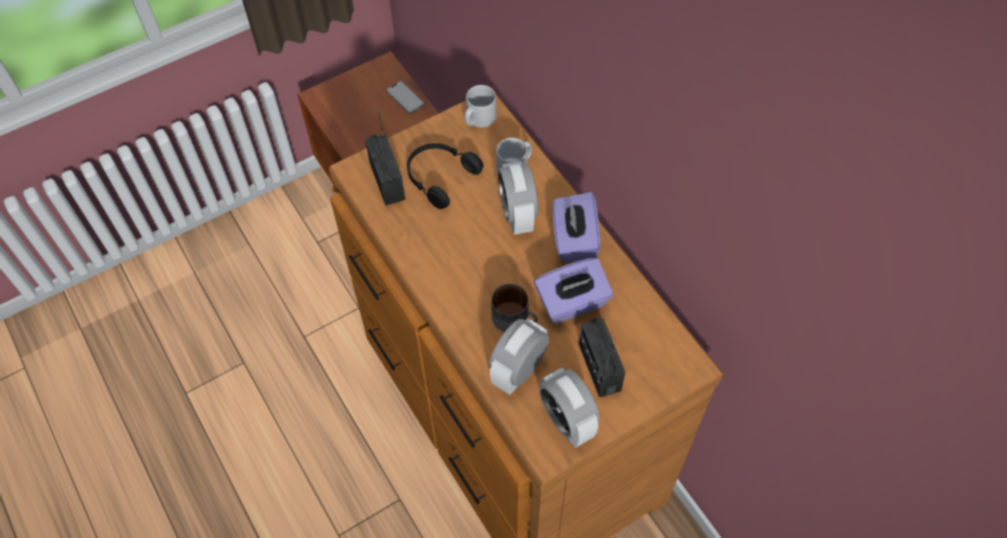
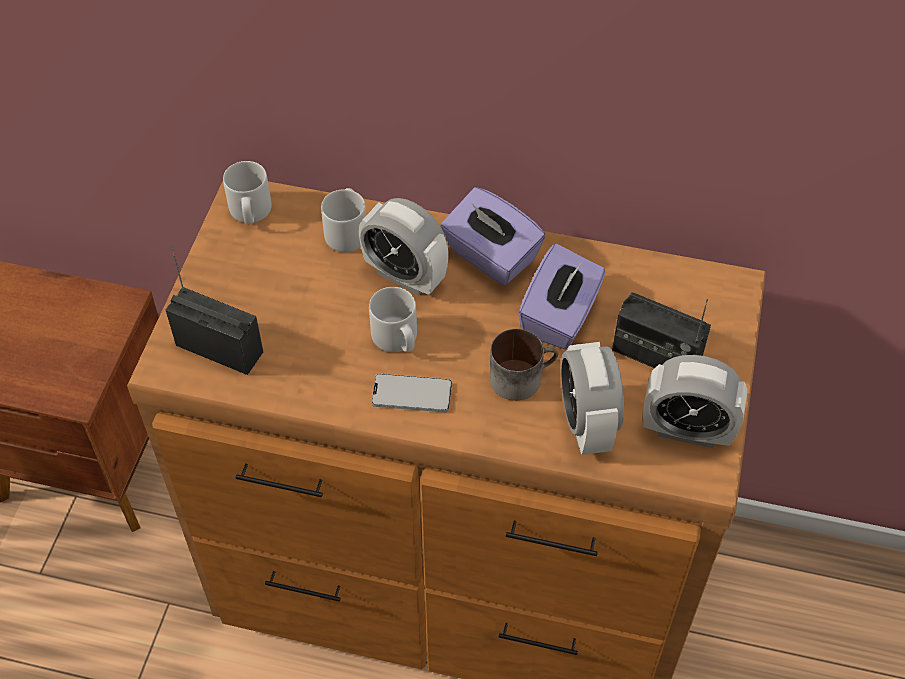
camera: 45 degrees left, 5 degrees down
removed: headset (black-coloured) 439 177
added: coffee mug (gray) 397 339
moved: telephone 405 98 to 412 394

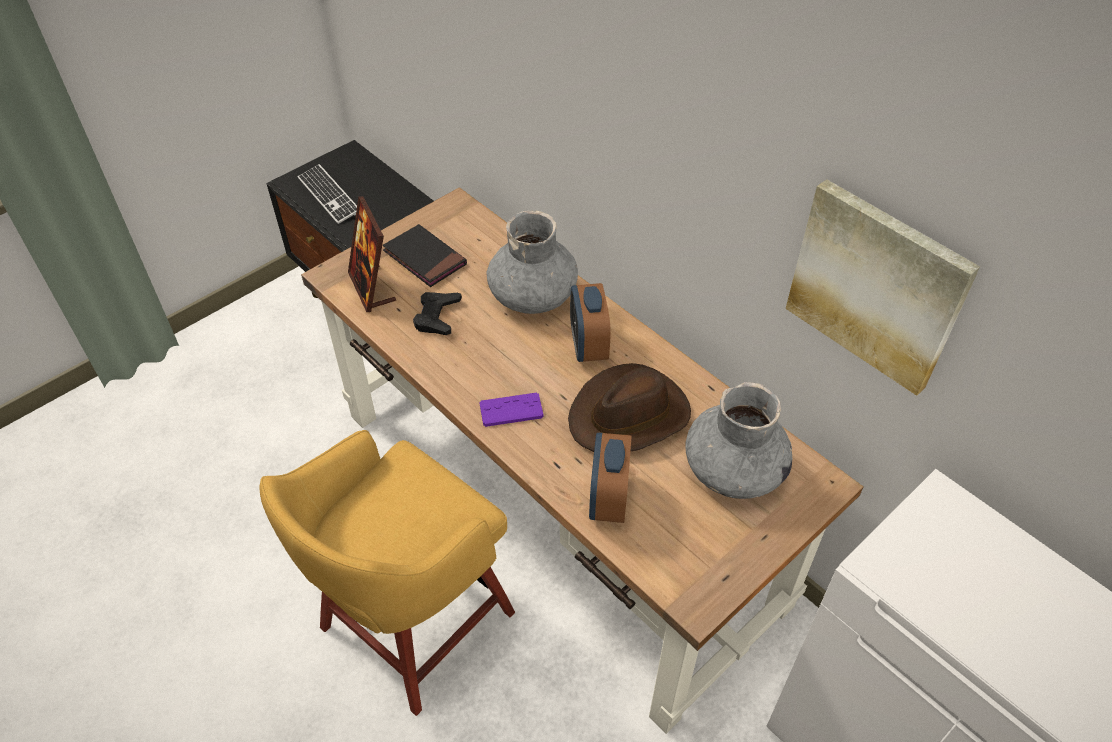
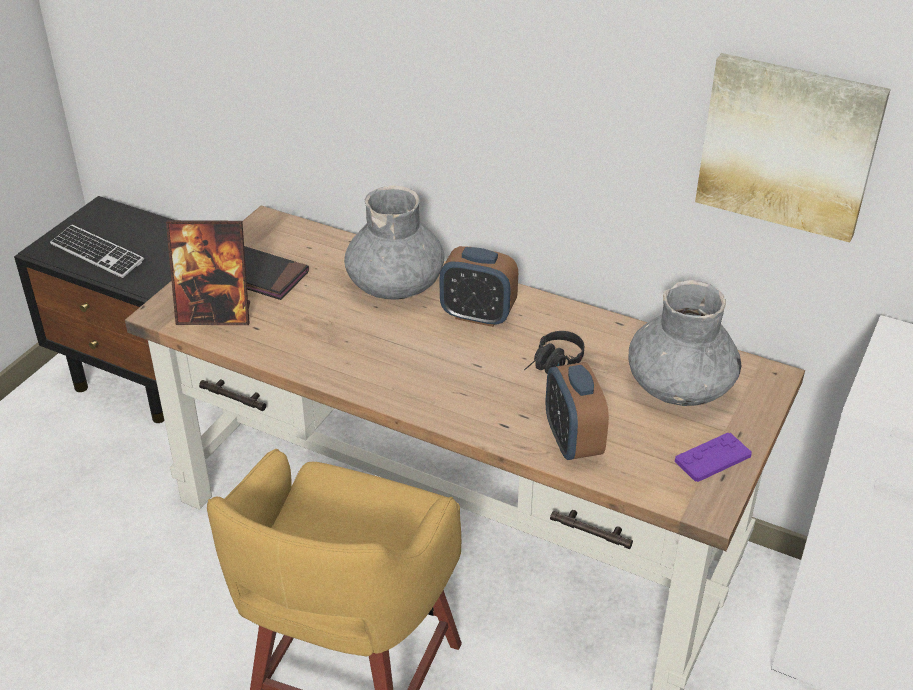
camera: 20 degrees left, 10 degrees down
removed: game controller (black-coloured) 437 316
moved: game controller (purple) 511 410 to 712 458
replaced: clothing hat (brownish) 629 415 to headset (black-coloured) 553 365
turned: photo frame 372 288 = 215 315 45 degrees counterclockwise; alarm clock 588 345 = 478 315 45 degrees counterclockwise

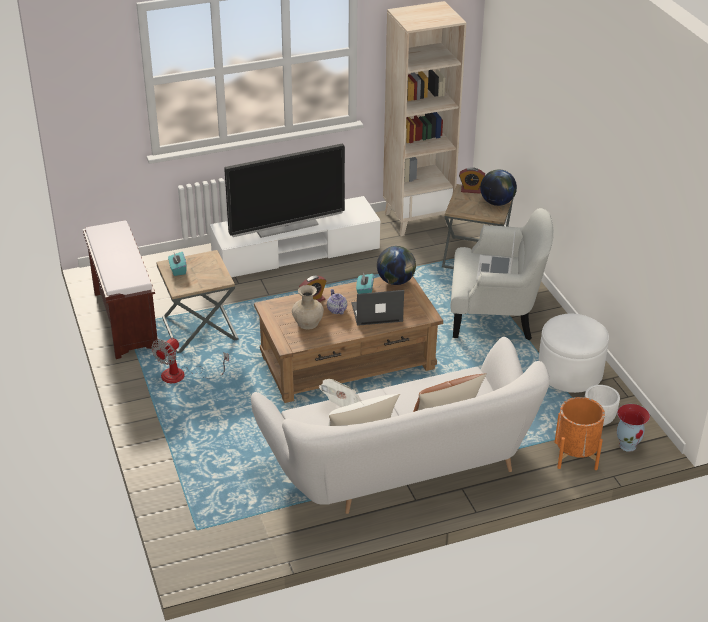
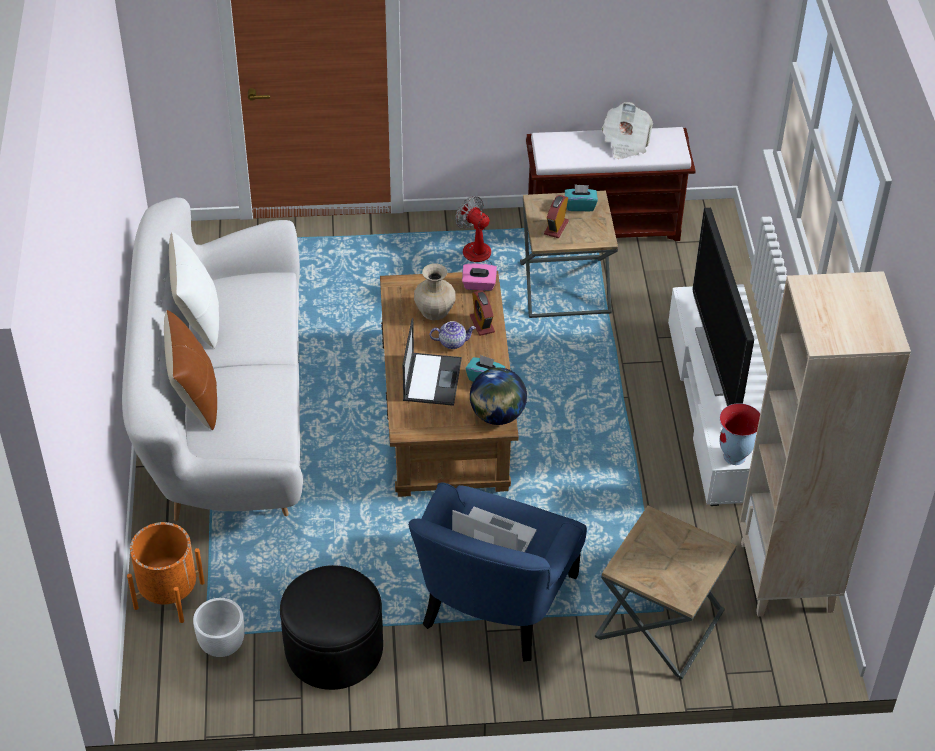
camera: 105 degrees right, 10 degrees up
removed: world globe 497 202
added: tissue box (pink-coloured) 479 285
moved: alarm clock 471 190 to 556 228; daily paper 343 405 to 625 143; vase 628 445 to 735 457
recoloured: ottoman (white-coloured) 570 372 to ottoman (black-coloured) 333 649; easy chair (white-coloured) 496 315 to easy chair (blue) 495 602

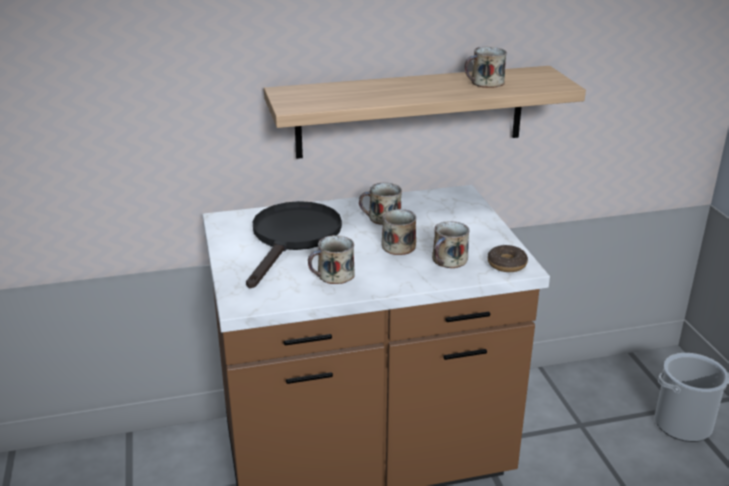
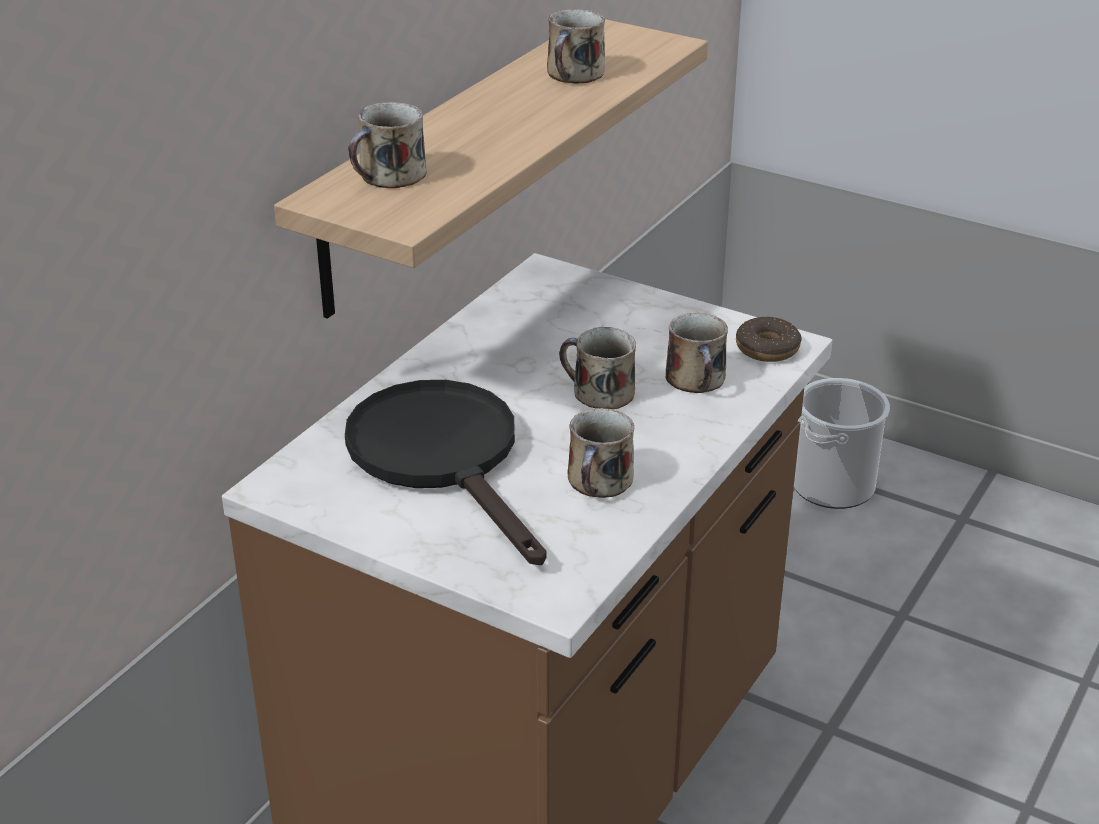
camera: 45 degrees left, 5 degrees up
moved: coffee mug 382 218 to 390 176

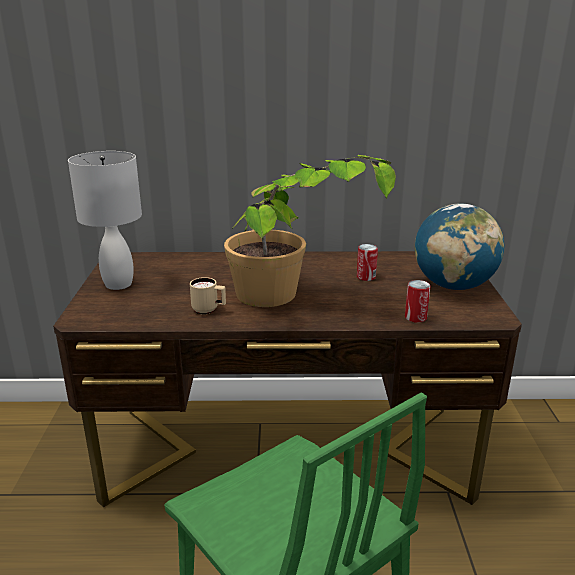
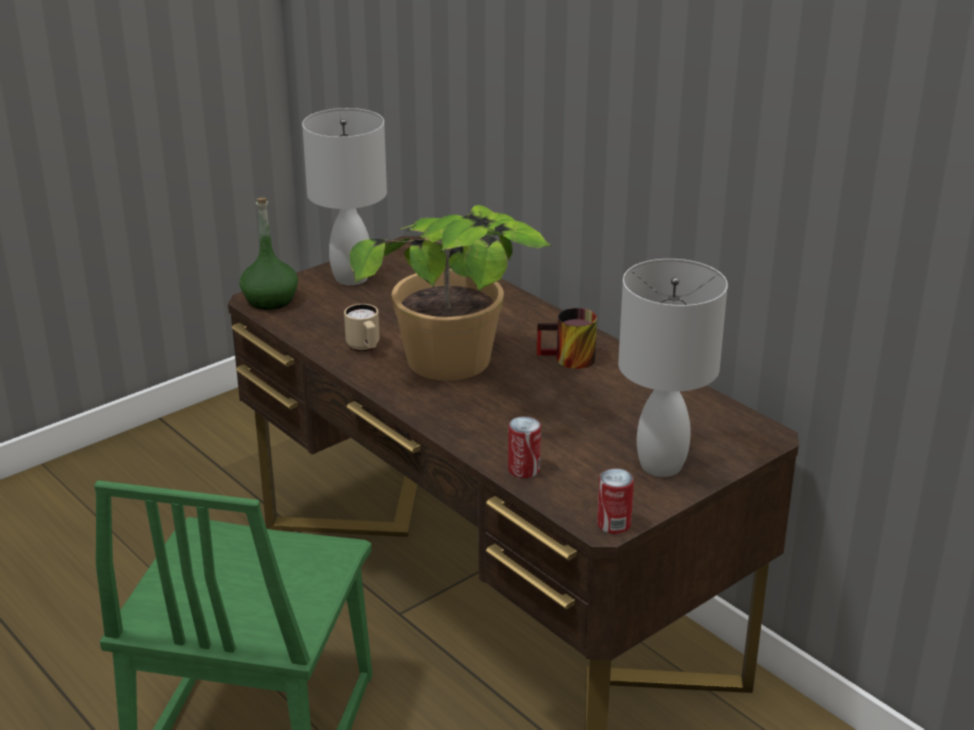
camera: 50 degrees right, 5 degrees up
added: drink bottle (green) 270 300; coffee mug 568 360
moved: can 366 277 to 614 524
replaced: world globe 453 286 to table lamp (white-coloured) 660 466

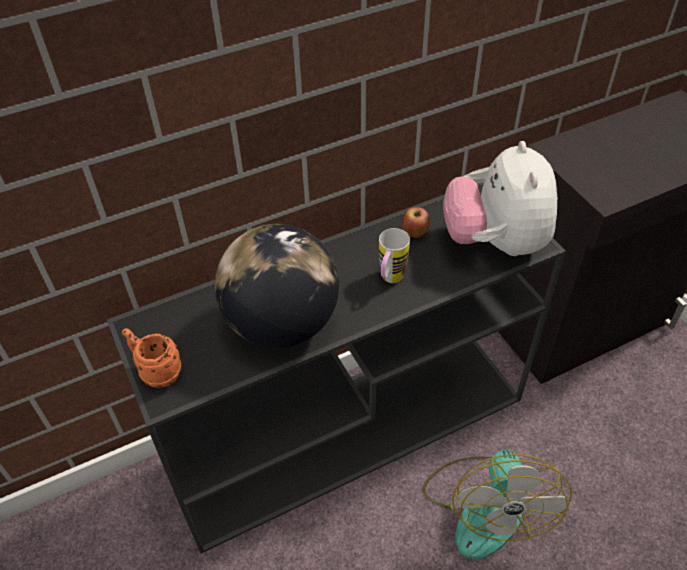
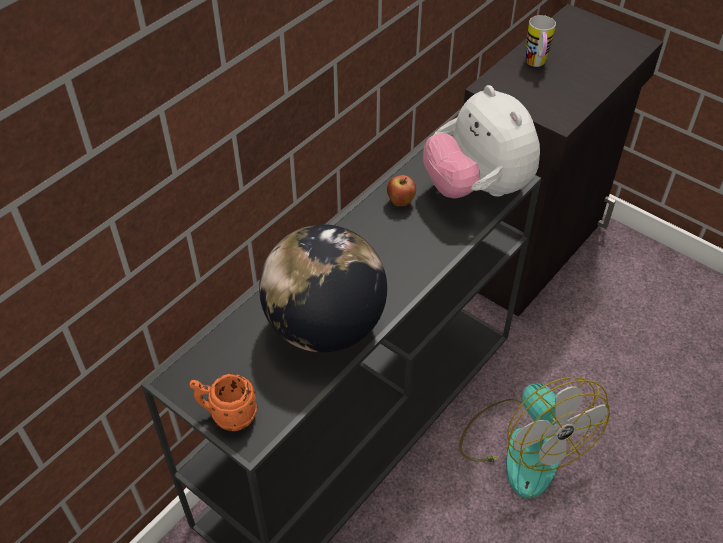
camera: 25 degrees left, 0 degrees up
moved: coffee mug 389 280 to 536 65

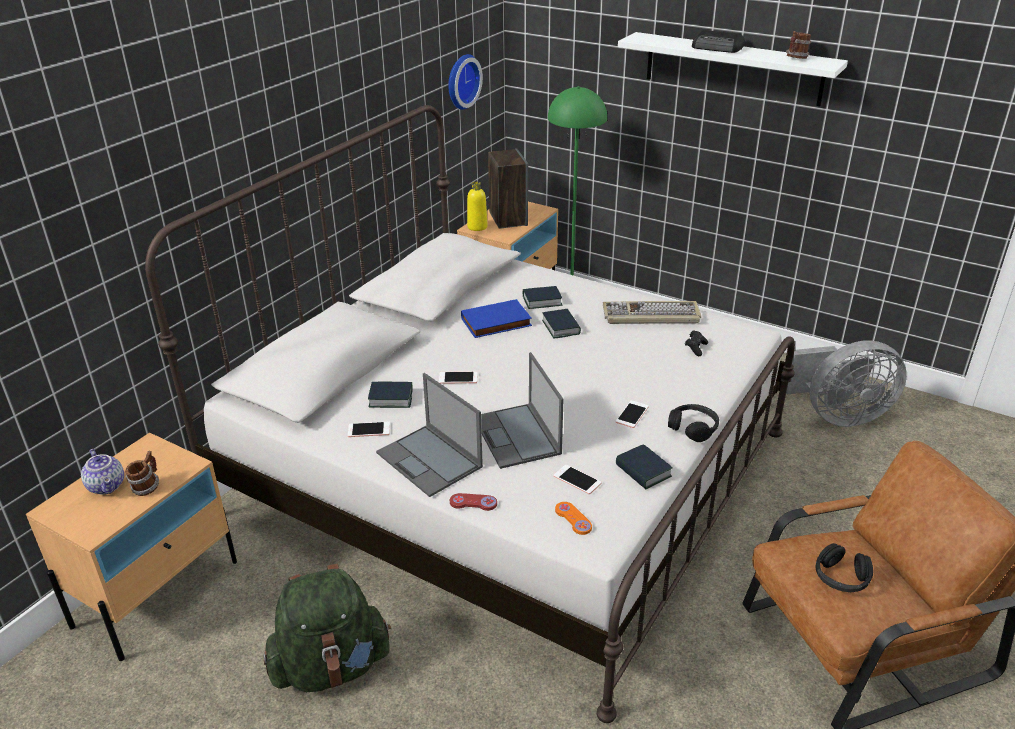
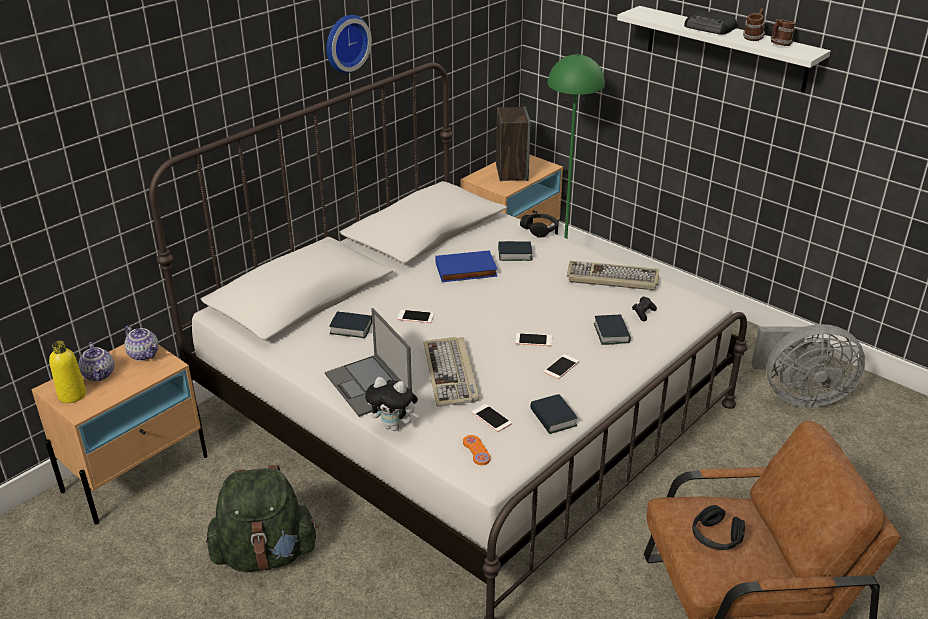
camera: 10 degrees right, 0 degrees up
added: tea pot 144 354
moved: drink bottle (yellowish) 477 227 to 72 395; wall clock 461 81 to 345 43; telephone 369 430 to 533 340; headset (black-coloured) 693 428 to 539 229; volume 561 327 to 611 333; coffee mug 147 487 to 753 38
replaced: game controller (red-coloured) 473 503 to cuddly toy 394 426; notebook computer 517 436 to PC keyboard 451 374

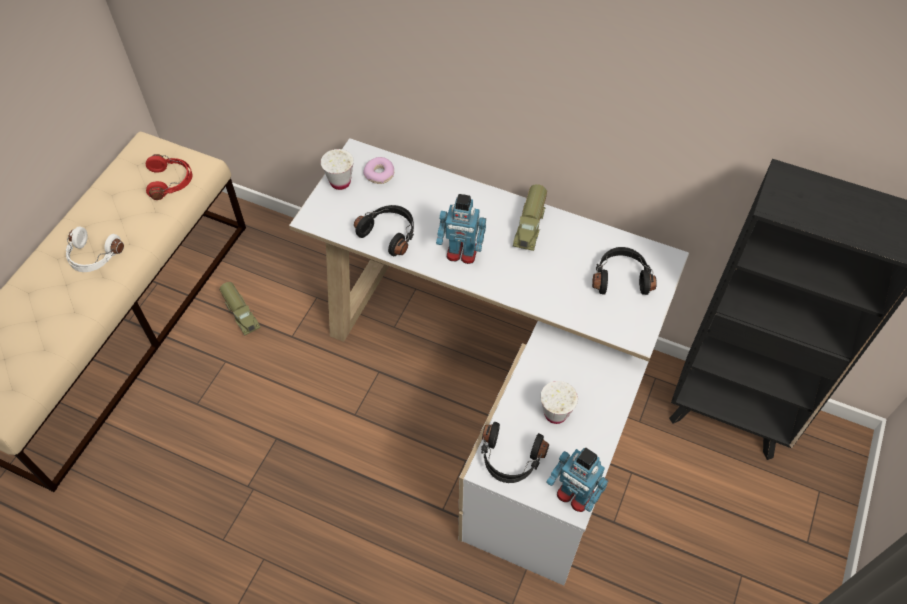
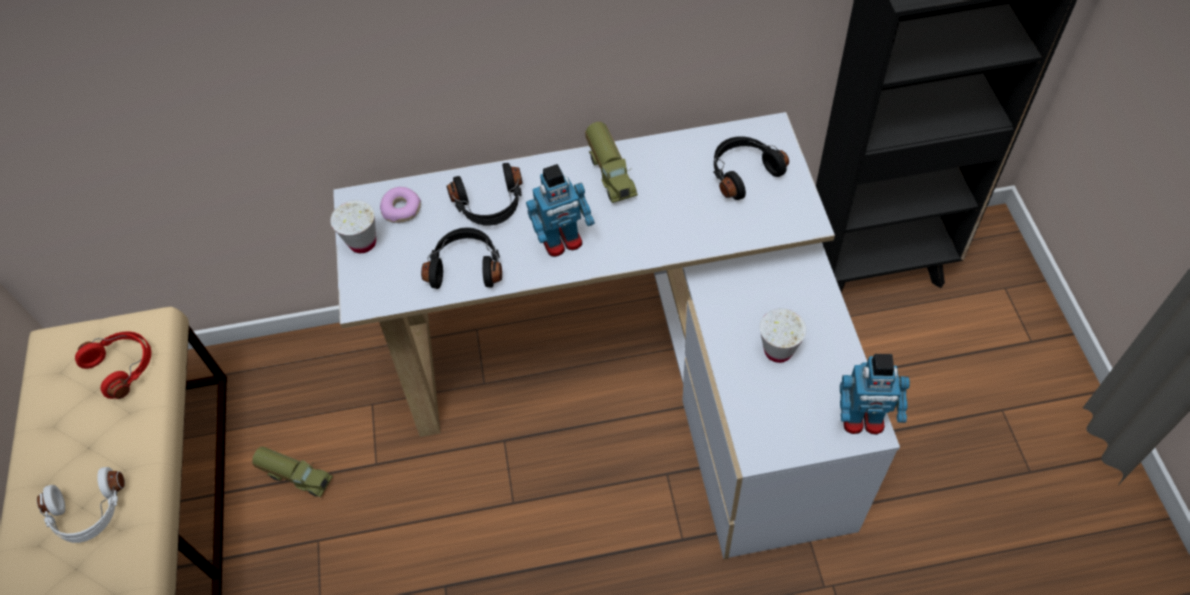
camera: 30 degrees left, 0 degrees up
moved: headset (black-coloured) 510 459 to 490 205

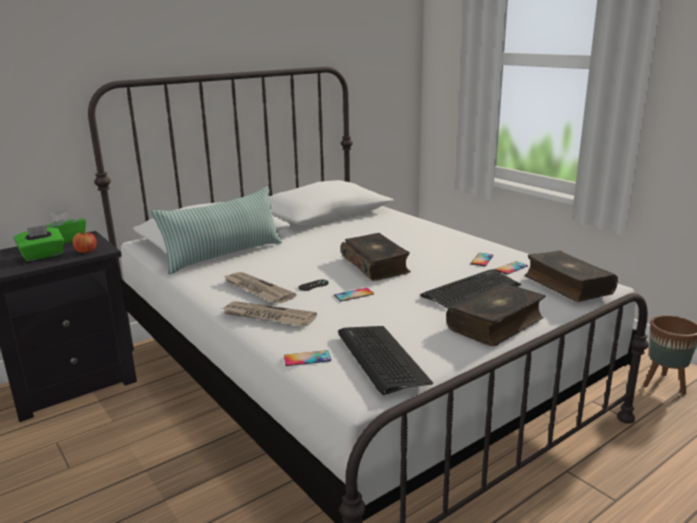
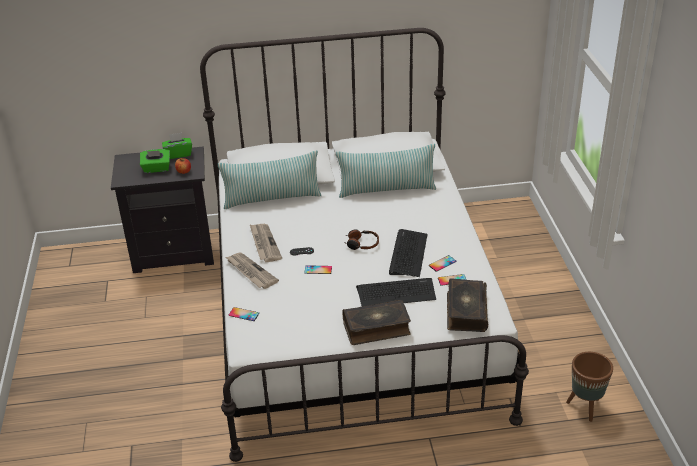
camera: 30 degrees right, 15 degrees up
added: pillow 387 189
moved: PC keyboard 381 358 to 408 254
replaced: volume 376 265 to headset 361 244

